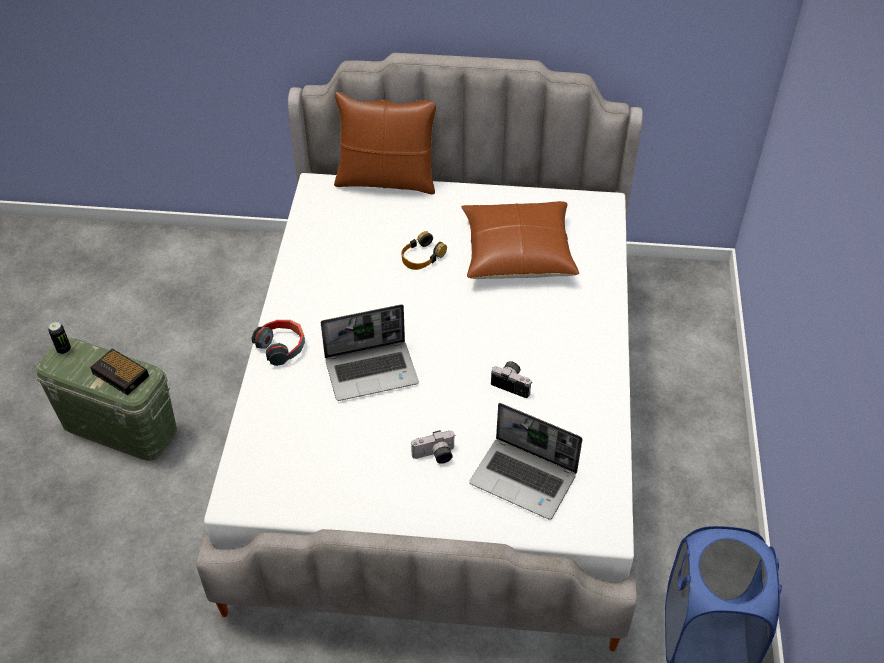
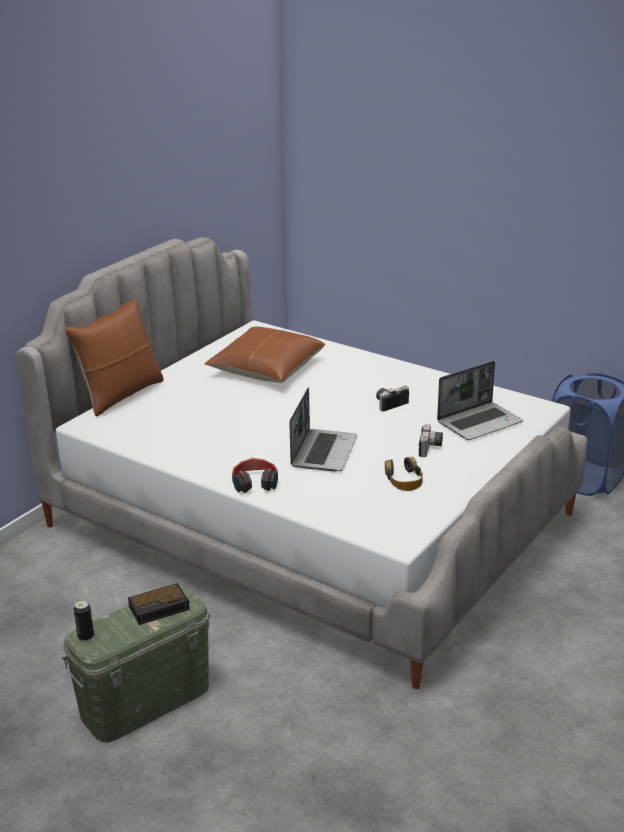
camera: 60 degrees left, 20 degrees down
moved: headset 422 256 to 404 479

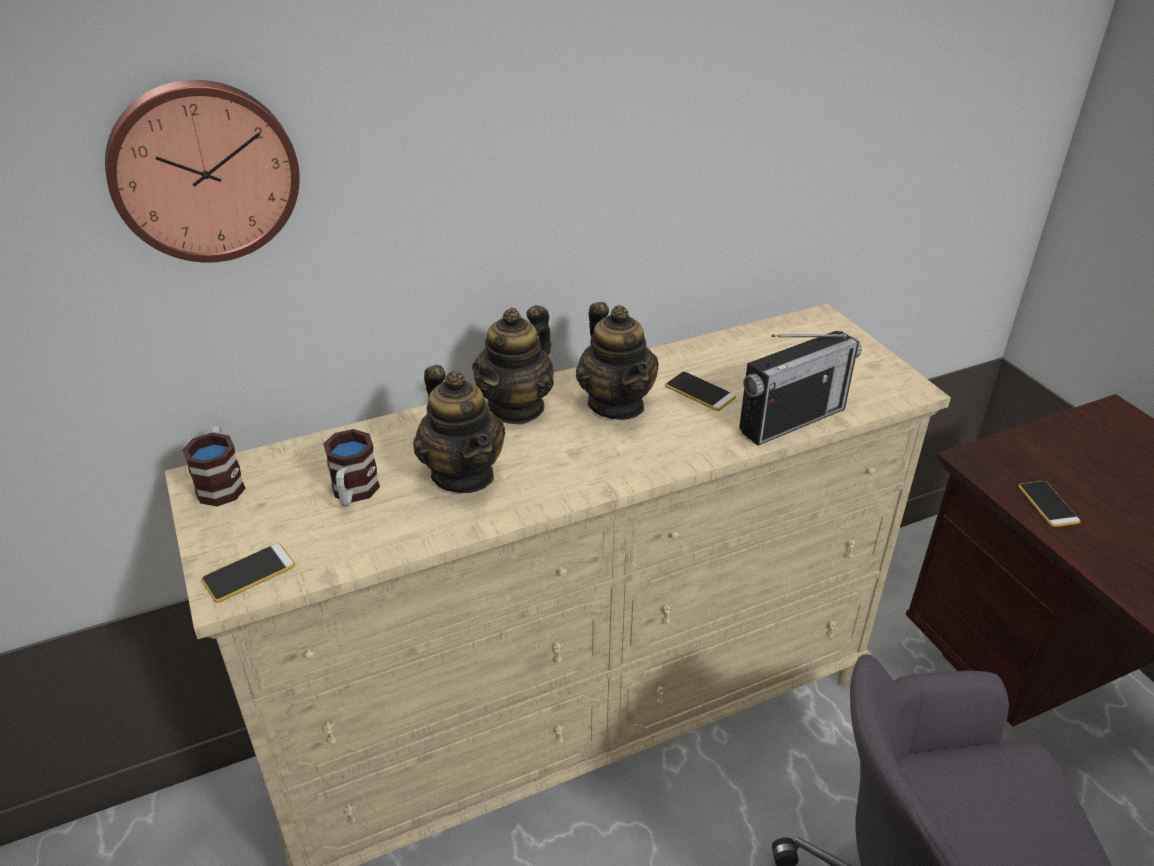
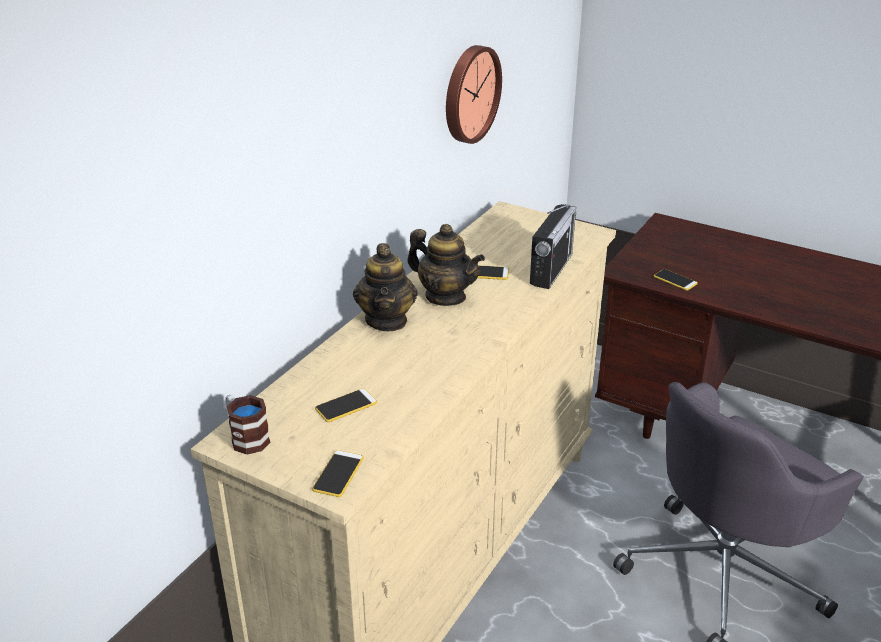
camera: 35 degrees left, 5 degrees down
removed: tea pot 463 474
moved: wall clock 204 170 to 469 94
replaced: coffee mug 353 493 to telephone 346 406

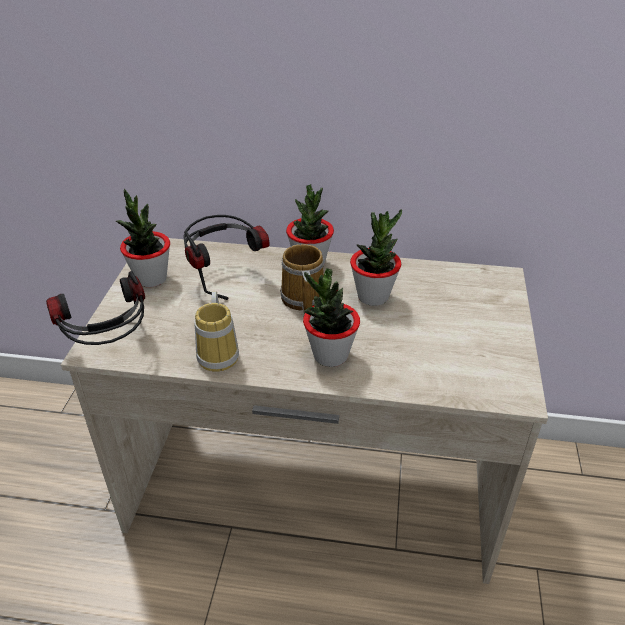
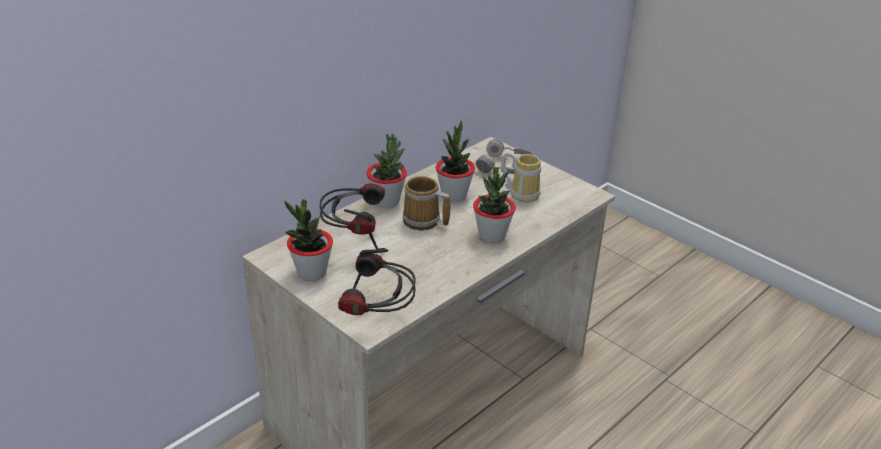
camera: 55 degrees left, 5 degrees down
added: headset (gray) 508 168
moved: coffee mug 220 354 to 521 193

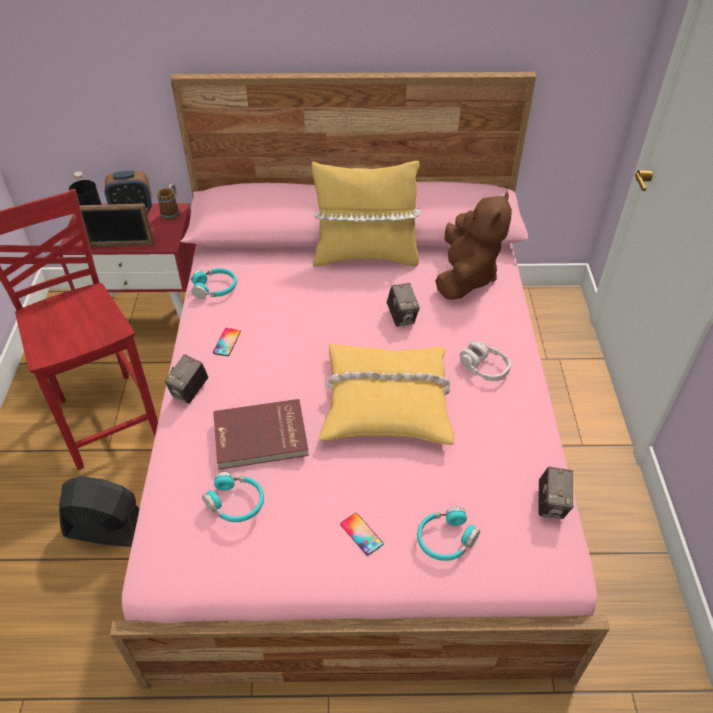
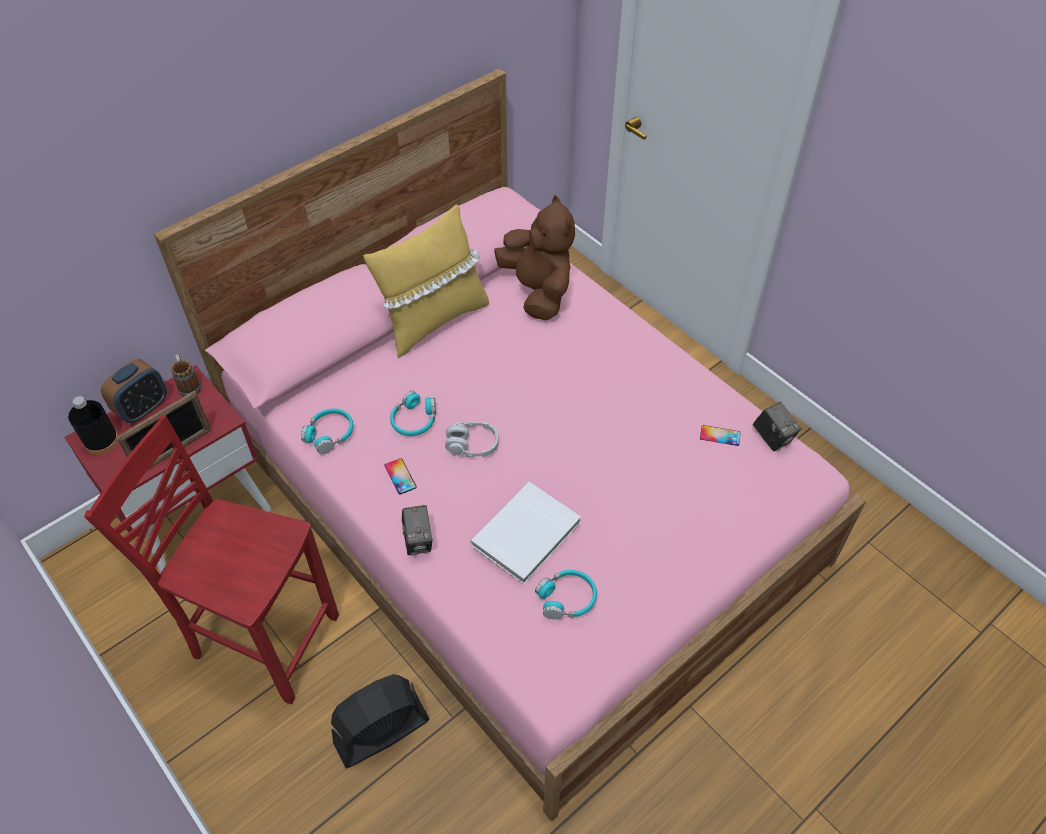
camera: 40 degrees left, 5 degrees up
removed: pillow (yellowish) 386 402; photo camera 402 317
moved: headset (turquoise-coloured) 446 539 to 414 420; headset (gray) 484 368 to 472 445; telephone 361 534 to 720 435
recoloured: volume (red-coloured) 260 437 to volume (white-coloured) 527 535

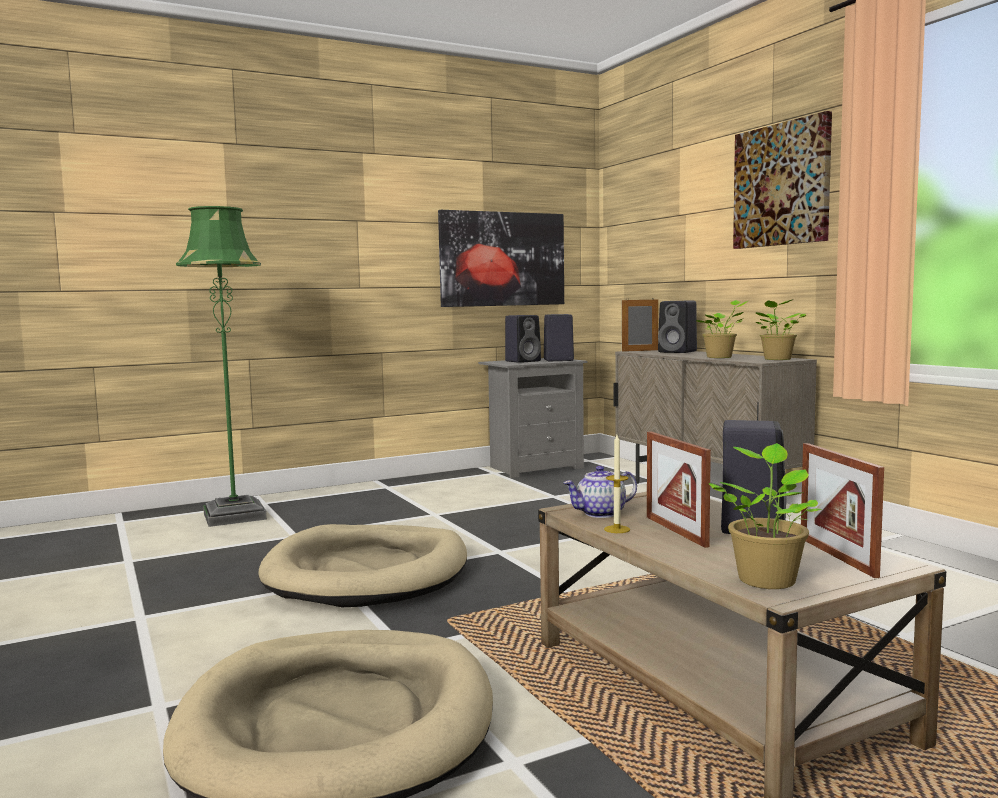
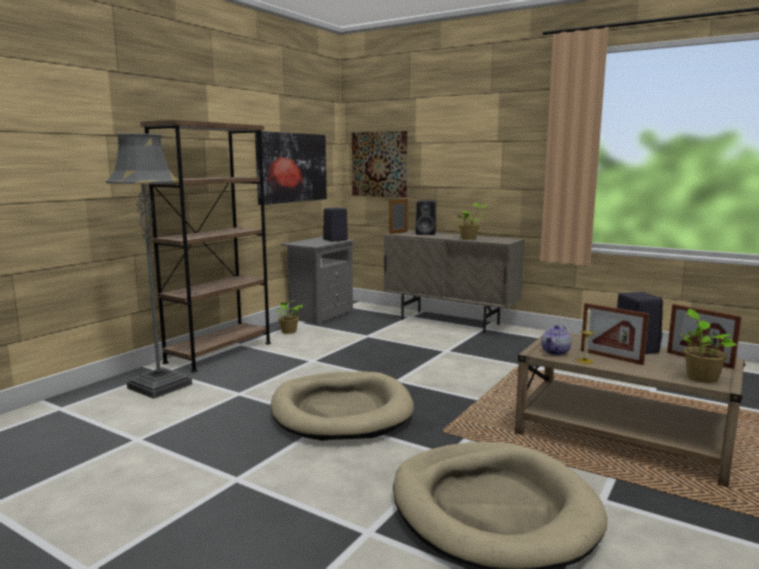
camera: 30 degrees left, 5 degrees up
removed: loudspeaker (black-coloured) 523 361
added: shelving unit (brownish) 219 352
moved: potted plant 777 359 to 288 332; wall art 782 185 to 380 164
recoloured: standard lamp (green) 235 516 to standard lamp (gray) 160 386

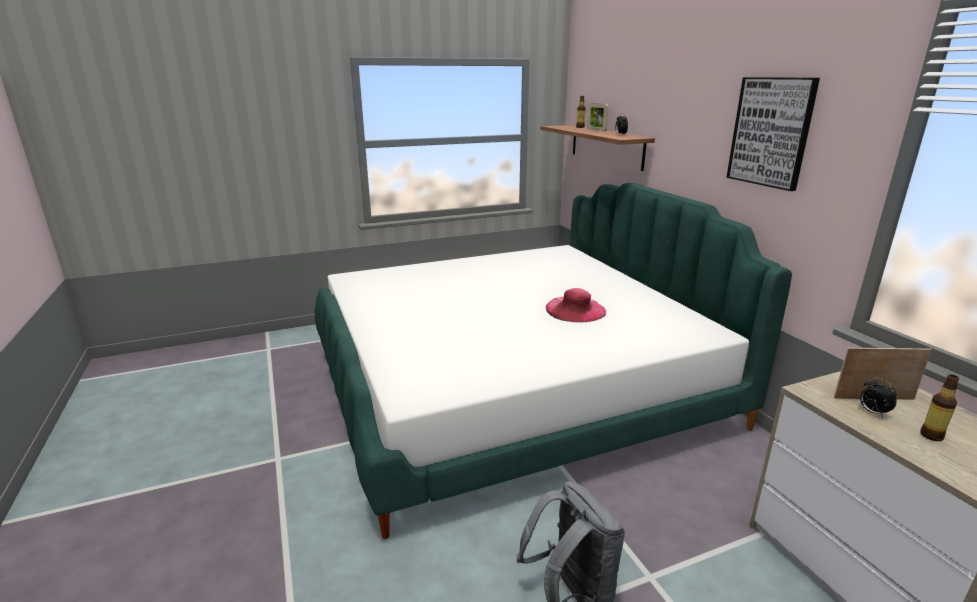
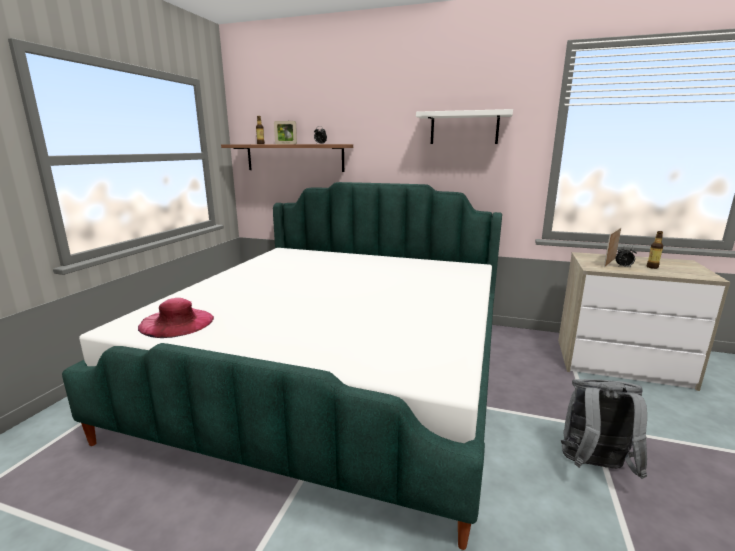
camera: 50 degrees left, 5 degrees down
moved: clothing hat (pink-coloured) 575 309 to 177 322
replaced: wall art 771 132 to bracket shelf (white-coloured) 464 128

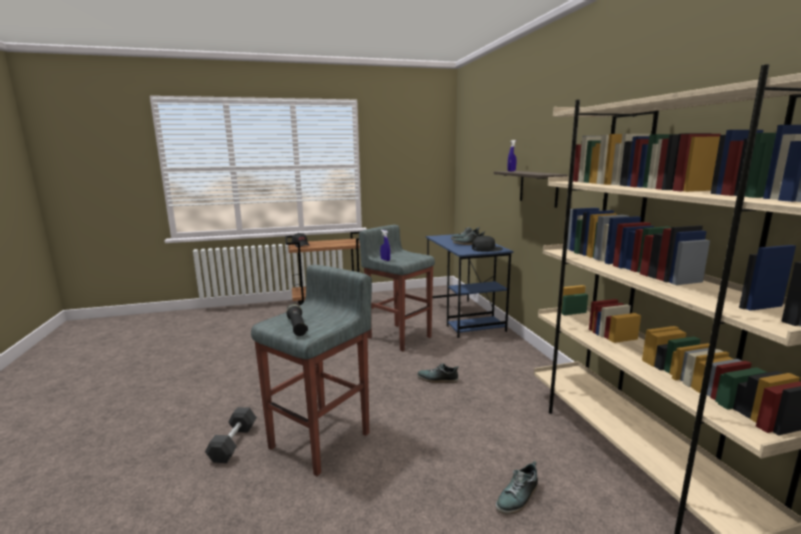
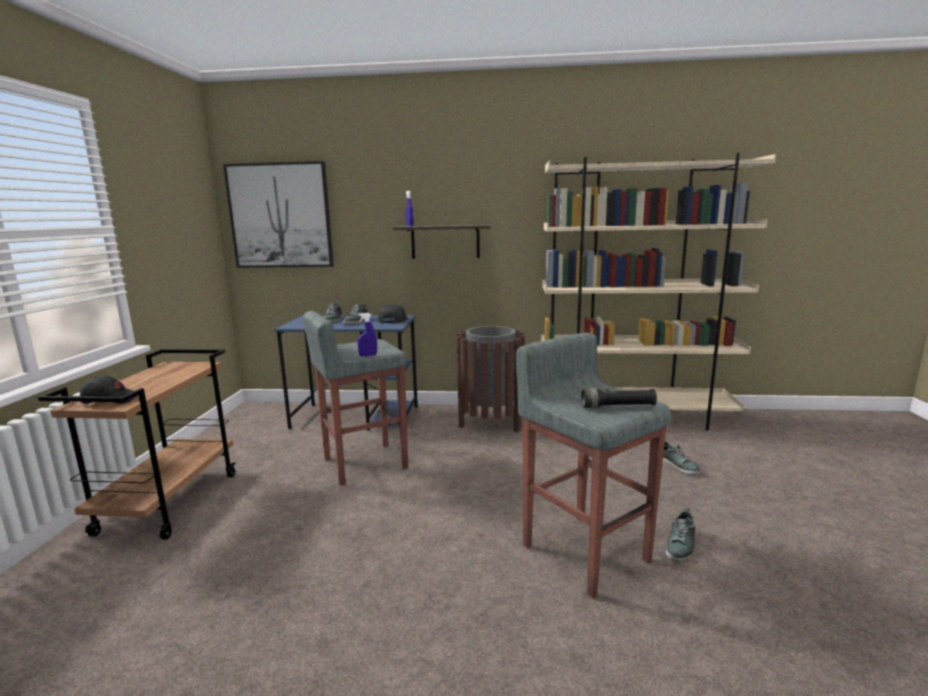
camera: 70 degrees left, 0 degrees up
removed: free weight (black-coloured) 233 443
added: wall art 280 216; waste bin (brownish) 491 423
moved: low shoe 437 379 to 681 545

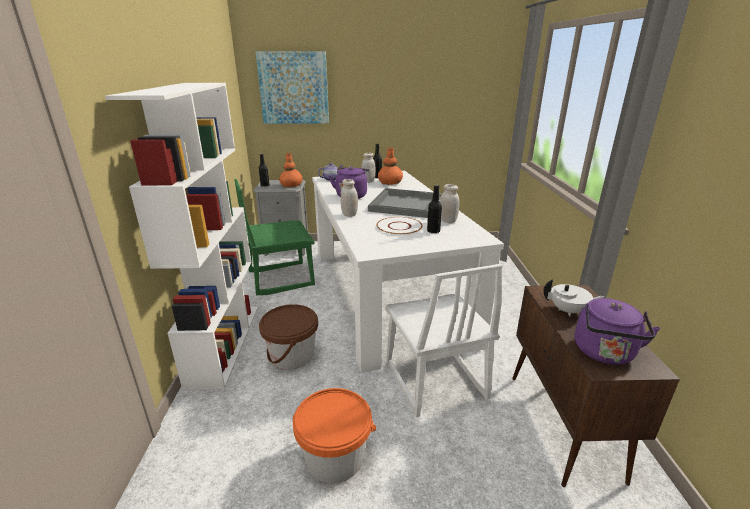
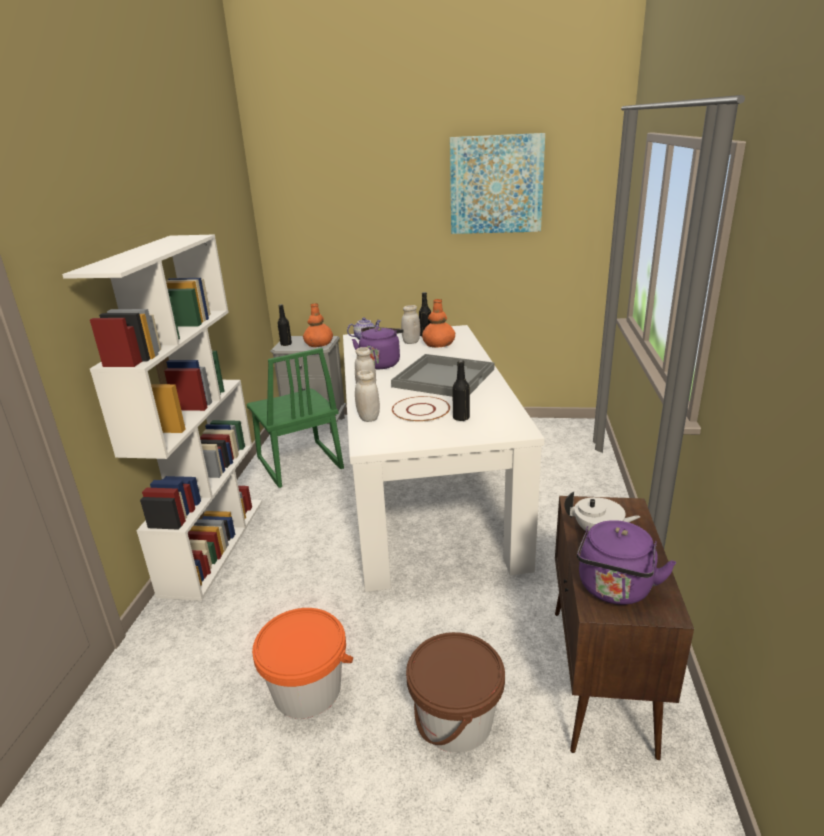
camera: 10 degrees right, 0 degrees up
removed: upright chair (white-coloured) 434 380
moved: preserve jar (white-coloured) 448 221 to 368 418; pail (brownish) 292 355 to 455 720; wall art 294 88 to 496 185
turned: upright chair (green) 281 278 = 298 464 105 degrees counterclockwise

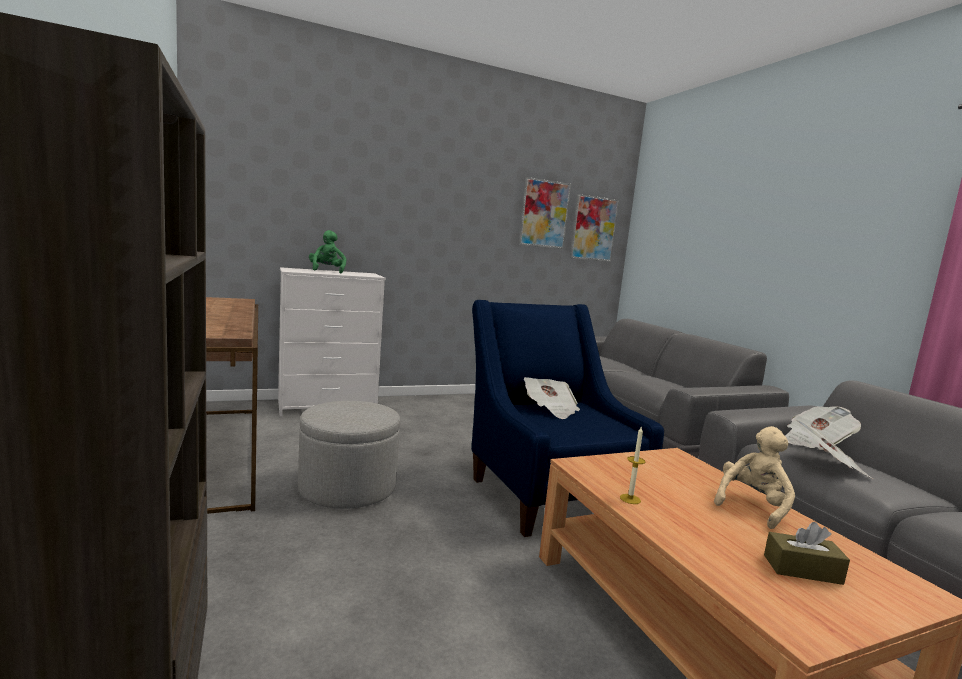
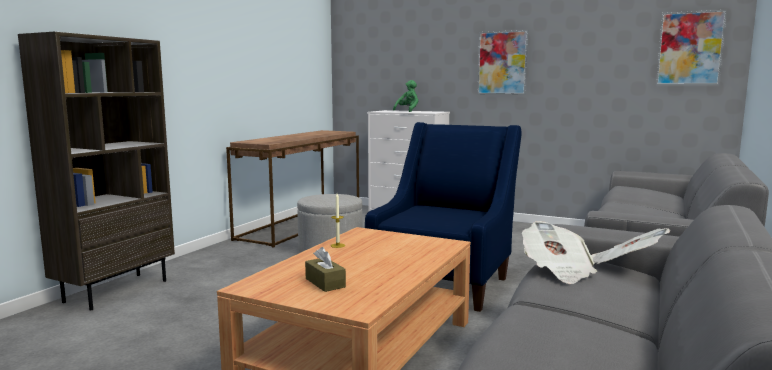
camera: 50 degrees right, 0 degrees up
removed: daily paper 550 409; cuddly toy (beige) 752 506
moved: wall art 544 214 to 502 63

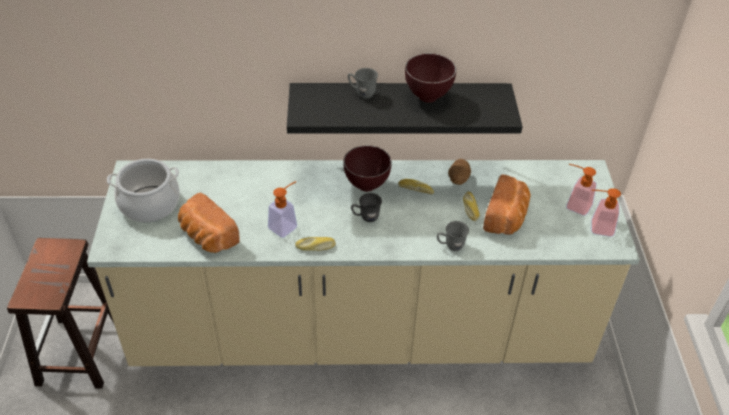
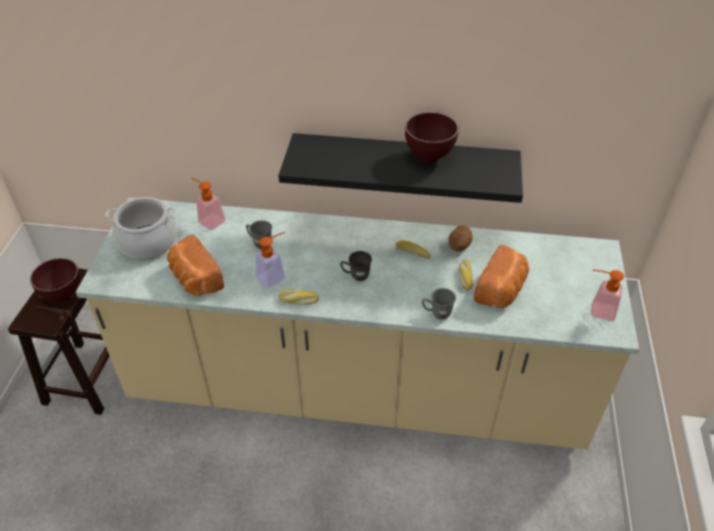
camera: 10 degrees right, 0 degrees up
moved: deep dish (brownish) 365 187 to 62 297; liquid soap bottle 574 205 to 209 220; coffee mug (gray) 362 93 to 259 243

